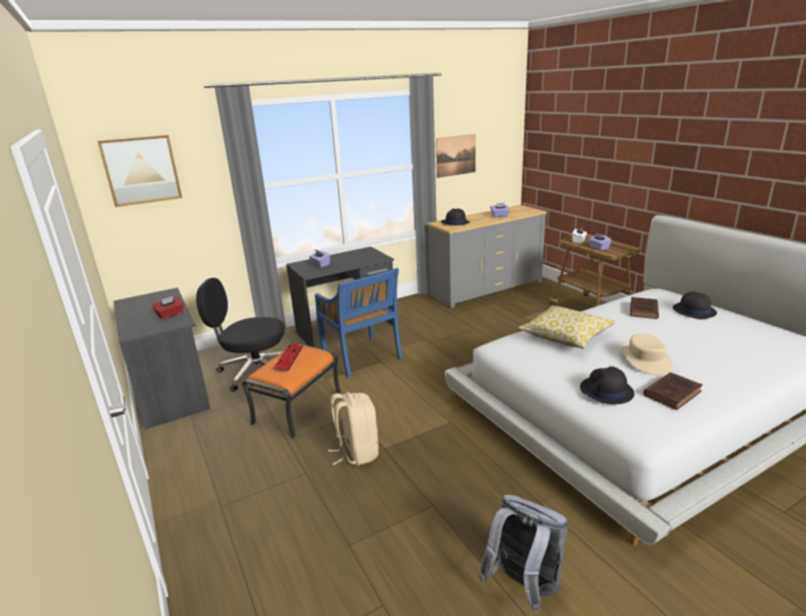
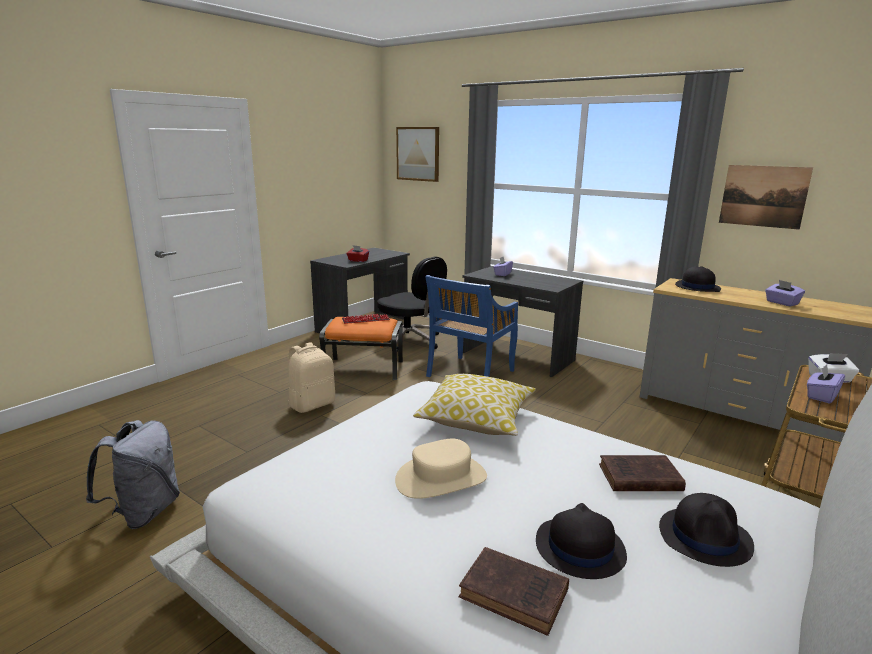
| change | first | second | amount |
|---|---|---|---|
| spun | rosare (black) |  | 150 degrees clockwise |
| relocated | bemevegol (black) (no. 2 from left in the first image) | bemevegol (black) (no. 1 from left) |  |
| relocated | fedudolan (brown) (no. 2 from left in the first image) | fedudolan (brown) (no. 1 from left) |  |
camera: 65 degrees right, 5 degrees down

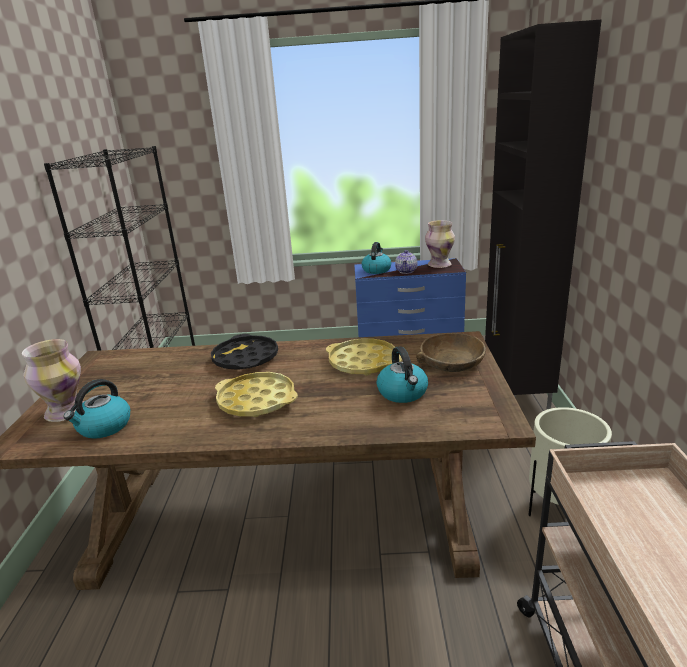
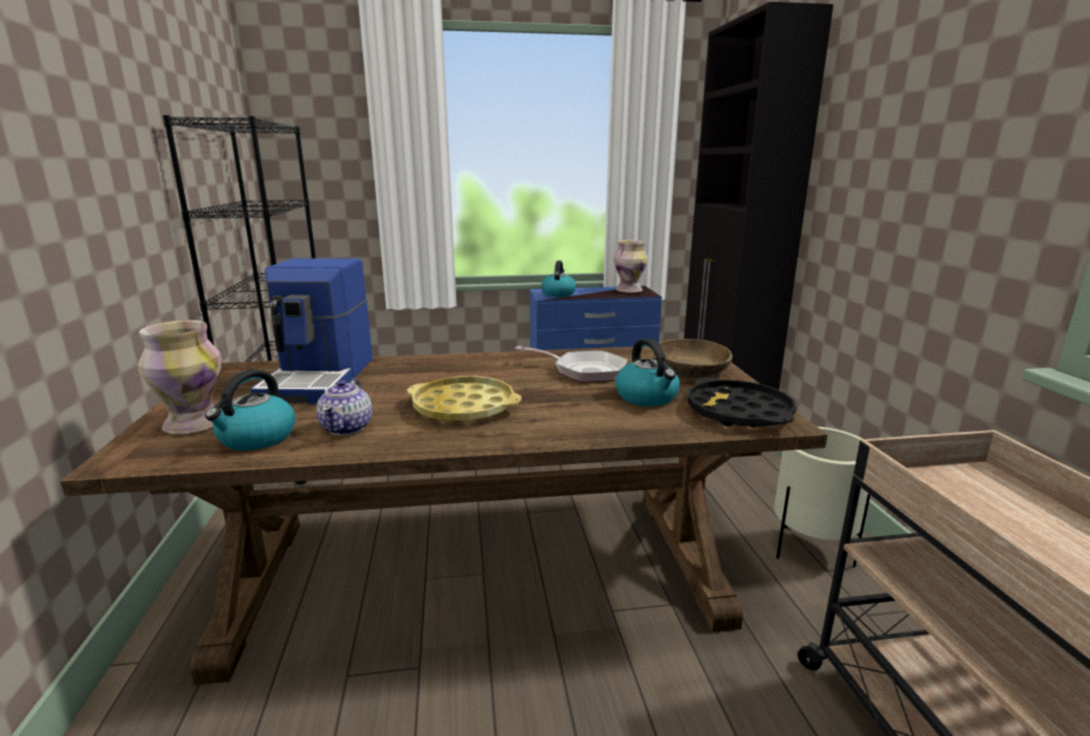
| change | first | second | amount |
|---|---|---|---|
| relocated | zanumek |  |  |
| relocated | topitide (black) |  |  |
| exchanged | topitide (yellow) (no. 2 from left) | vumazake |  |
| appeared |  | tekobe |  |
camera: 10 degrees left, 5 degrees down

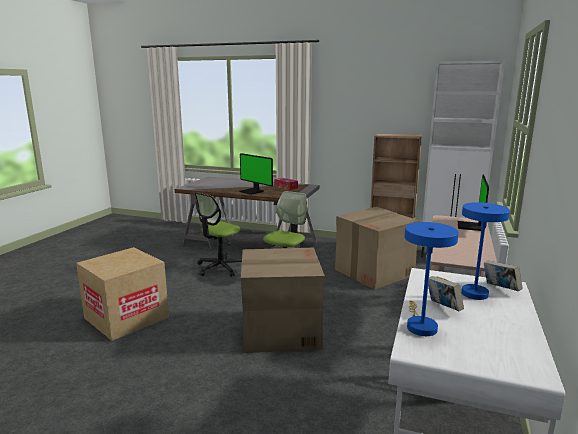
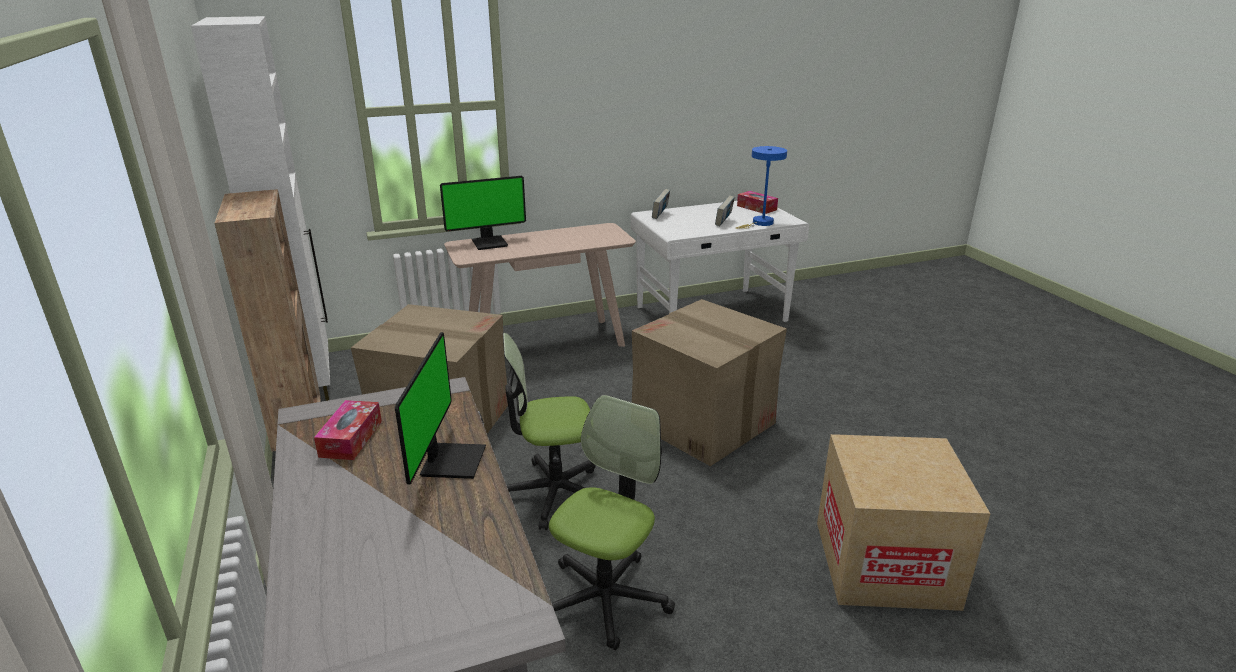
| change | first | second | amount |
|---|---|---|---|
| spun | rosare (no. 1 from left in the first image) | rosare (no. 2 from left) | 60 degrees counterclockwise |
| missing | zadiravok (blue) (no. 2 from left) |  |  |
| appeared |  | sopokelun (no. 2 from left) |  |
camera: 130 degrees left, 10 degrees up

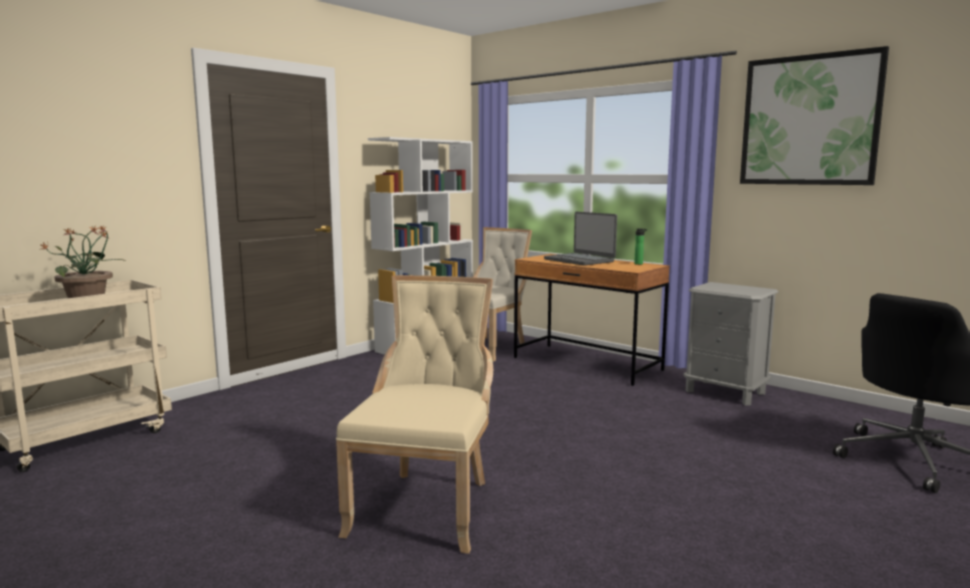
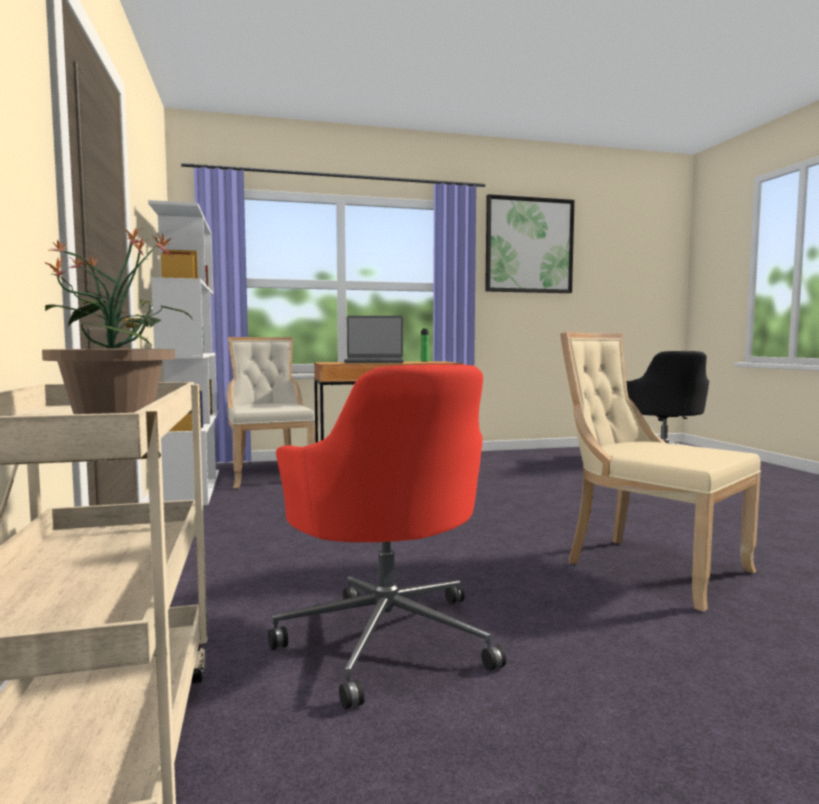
| change | first | second | amount |
|---|---|---|---|
| missing | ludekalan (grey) |  |  |
| appeared |  | rosare (red) |  |
camera: 55 degrees left, 5 degrees down

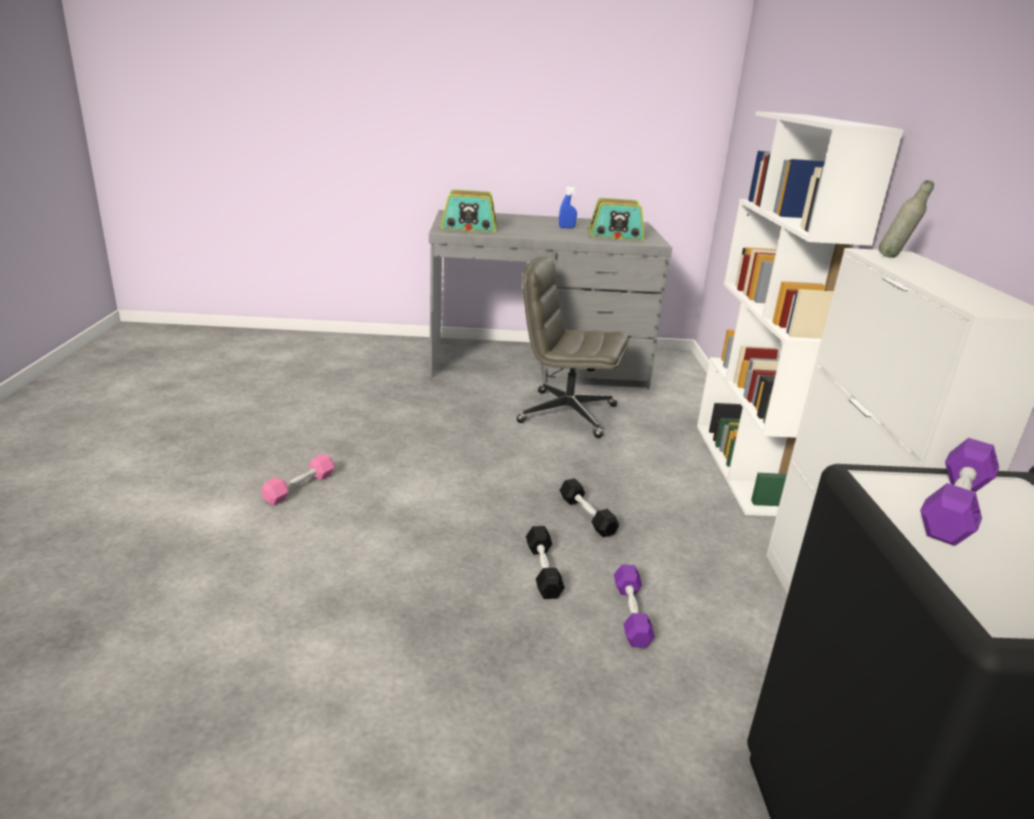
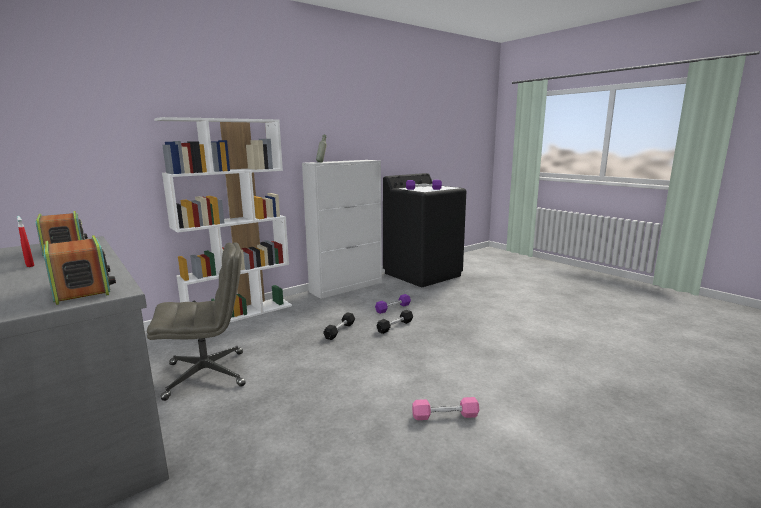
| change | first | second | amount |
|---|---|---|---|
| colour | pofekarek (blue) | pofekarek (red) |  |
| spun | rosare (grey) |  | 90 degrees counterclockwise |
camera: 125 degrees left, 10 degrees down

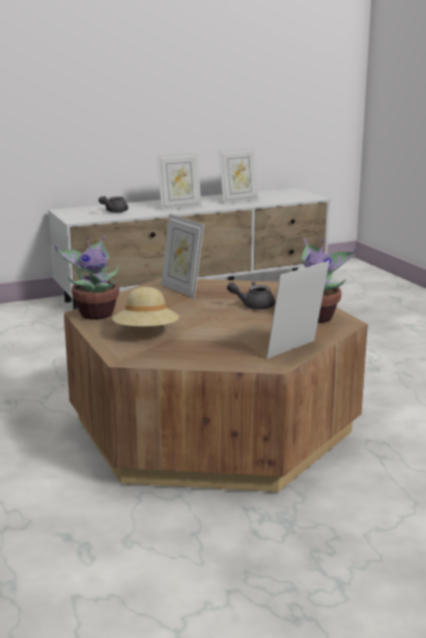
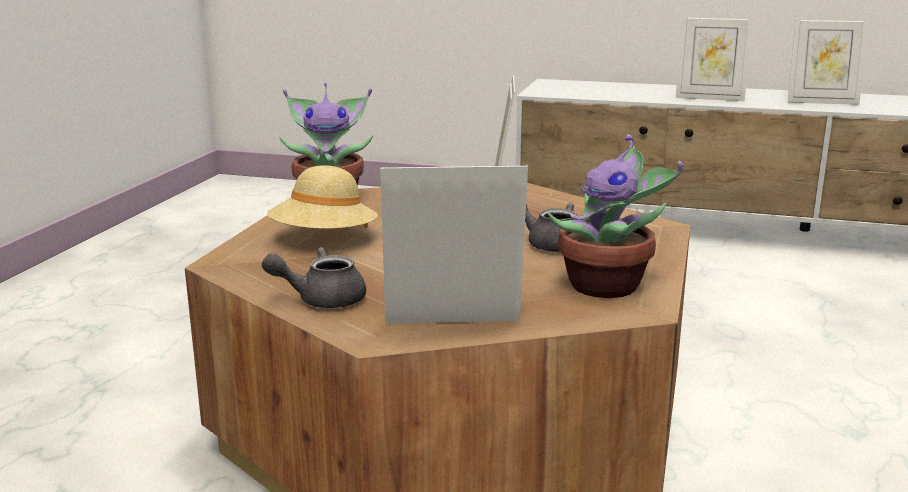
| change | first | second | amount |
|---|---|---|---|
| relocated | zanumek (grey) (no. 1 from left) |  |  |
camera: 40 degrees right, 0 degrees up

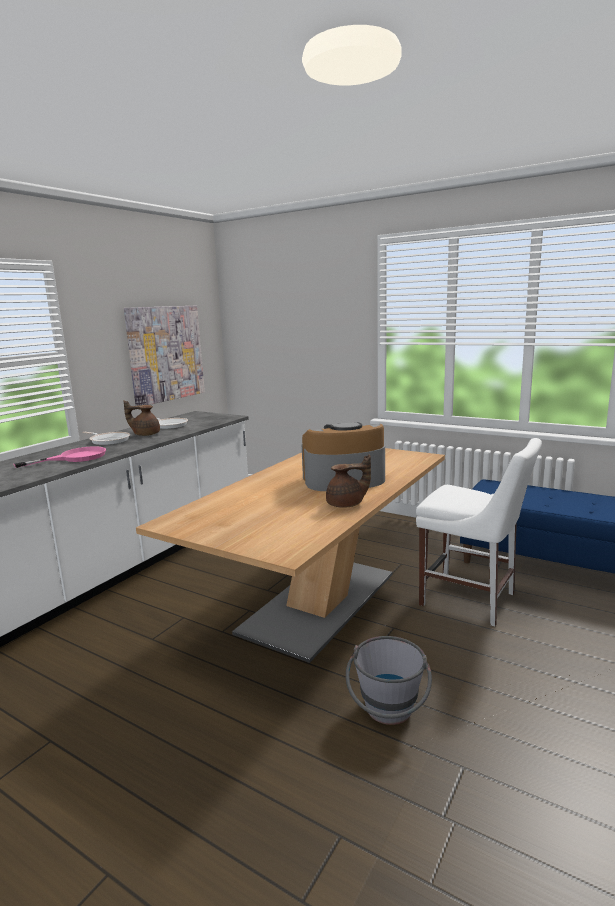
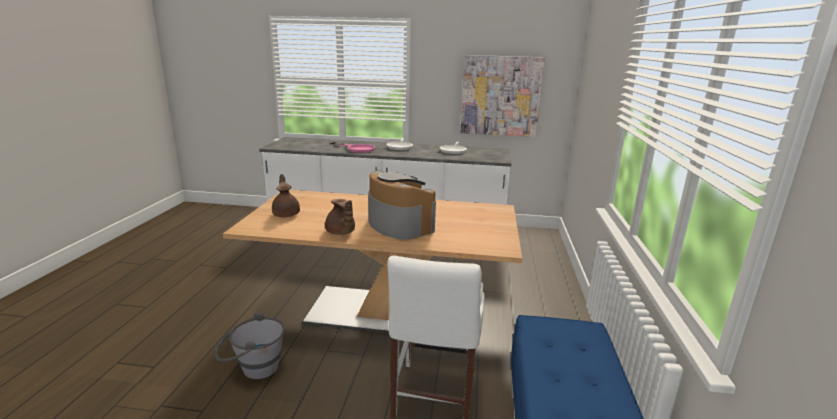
| change | first | second | amount |
|---|---|---|---|
| relocated | zanumek (brown) (no. 1 from left) |  |  |
camera: 65 degrees right, 5 degrees up

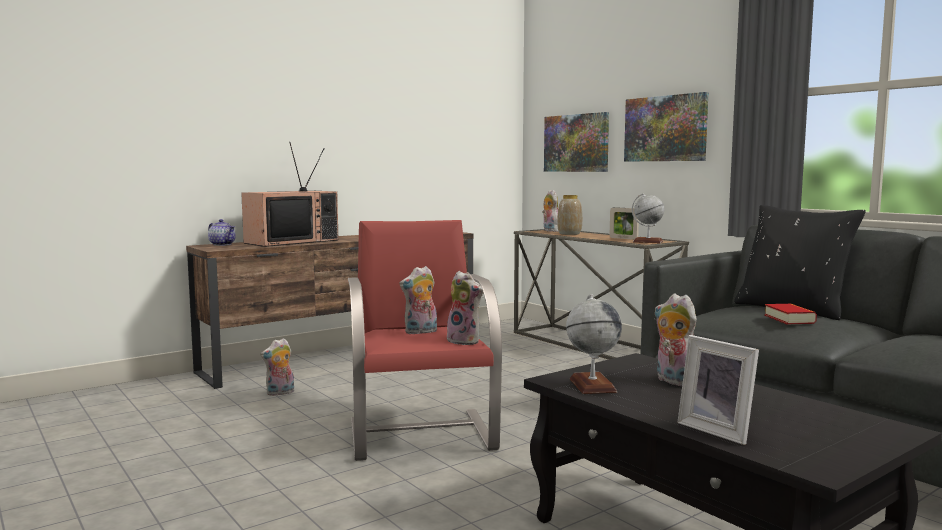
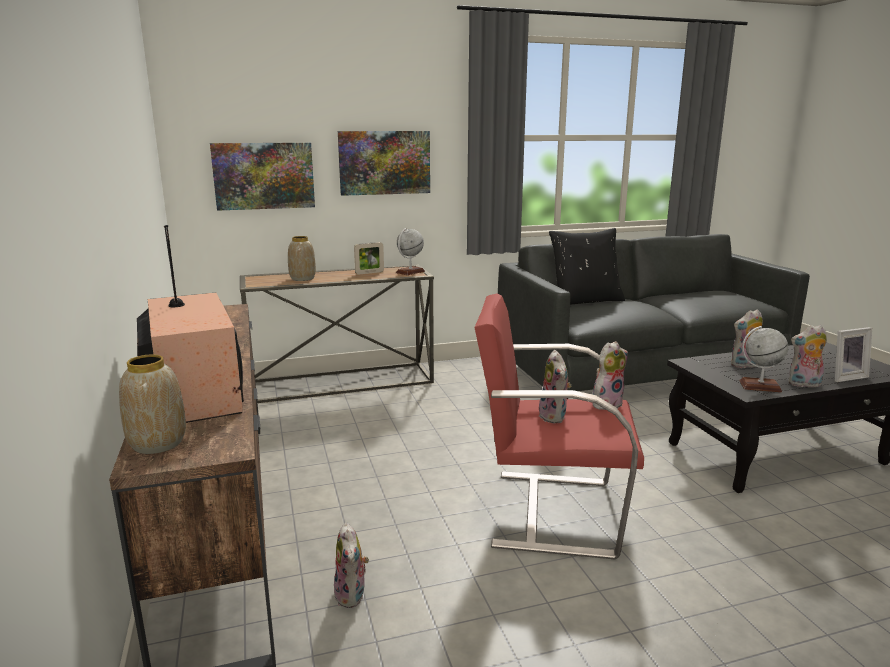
| change | first | second | amount |
|---|---|---|---|
| relocated | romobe (no. 4 from left in the first image) | romobe (no. 5 from left) |  |
| exchanged | zanumek | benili (no. 1 from left) |  |
| missing | fedudolan |  |  |
camera: 70 degrees left, 10 degrees up

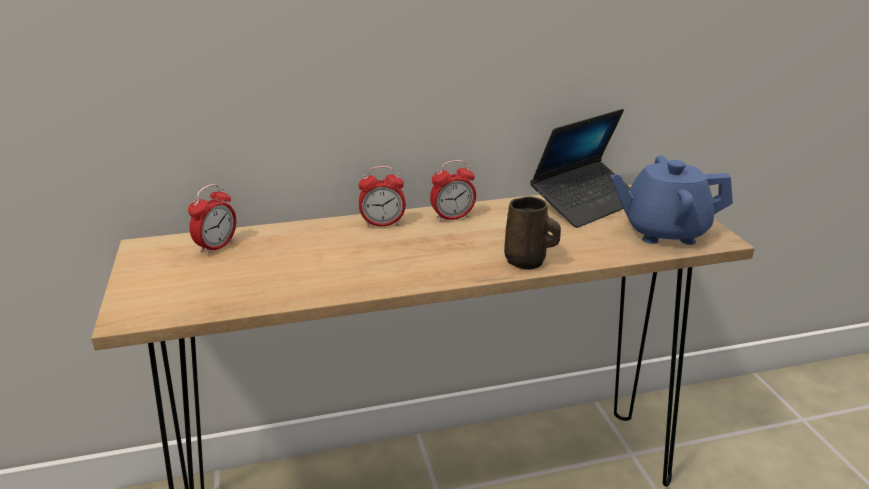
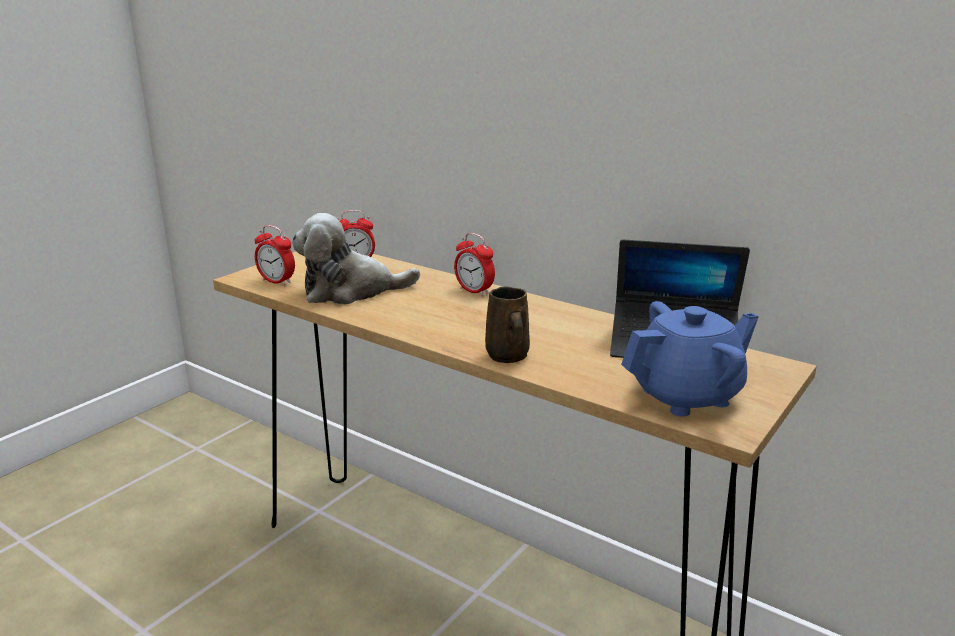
| change | first | second | amount |
|---|---|---|---|
| spun | zanumek (blue) |  | 105 degrees clockwise |
| relocated | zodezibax (no. 3 from left in the first image) | zodezibax (no. 1 from left) |  |
| appeared |  | romobe |  |
camera: 50 degrees right, 5 degrees down

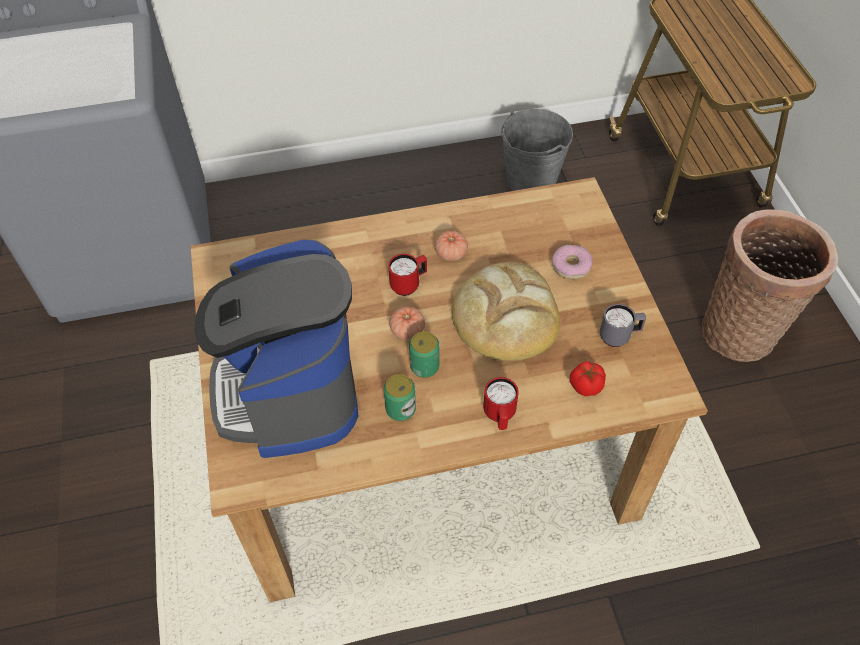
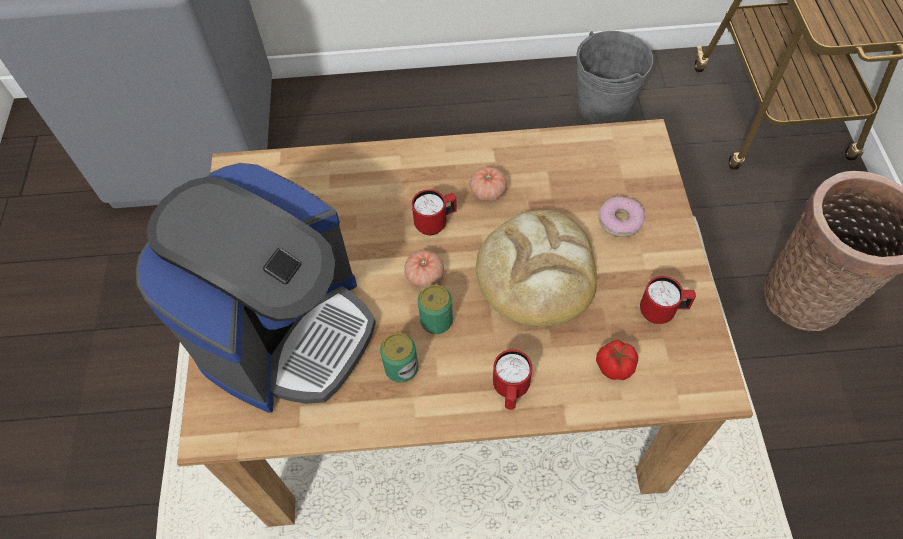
| change | first | second | amount |
|---|---|---|---|
| spun | tekobe |  | 150 degrees counterclockwise |
| colour | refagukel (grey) | refagukel (red) (no. 3 from left) |  |
camera: 10 degrees right, 5 degrees up

